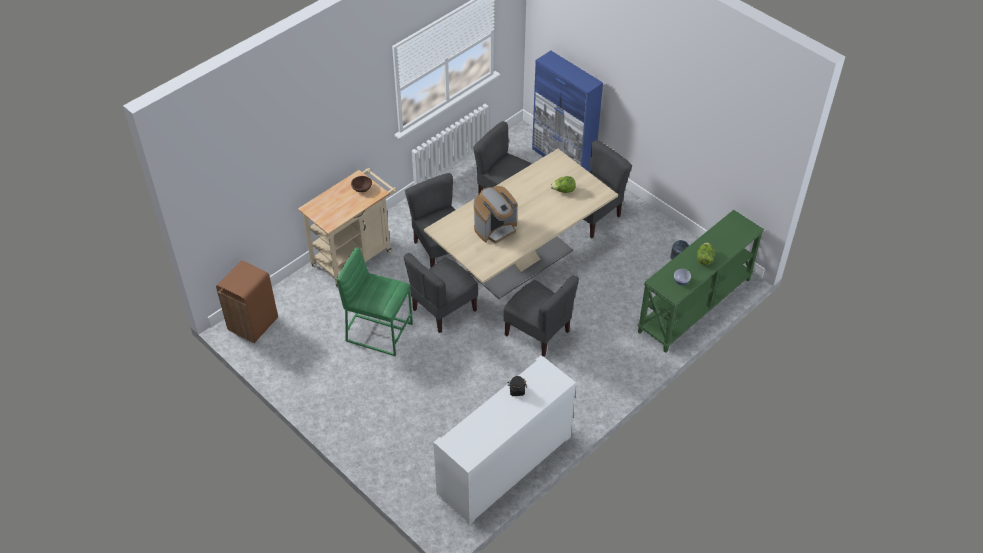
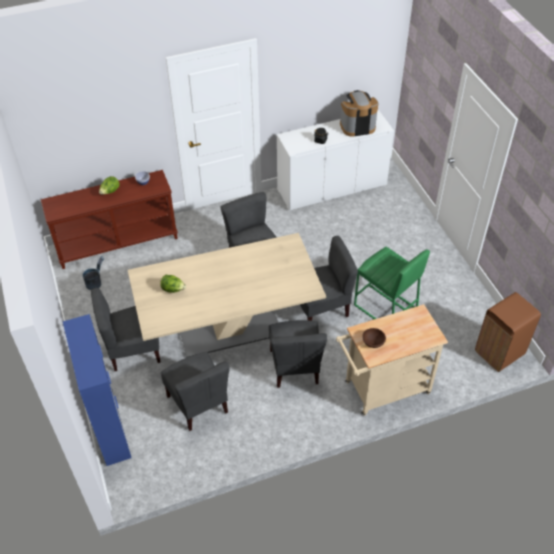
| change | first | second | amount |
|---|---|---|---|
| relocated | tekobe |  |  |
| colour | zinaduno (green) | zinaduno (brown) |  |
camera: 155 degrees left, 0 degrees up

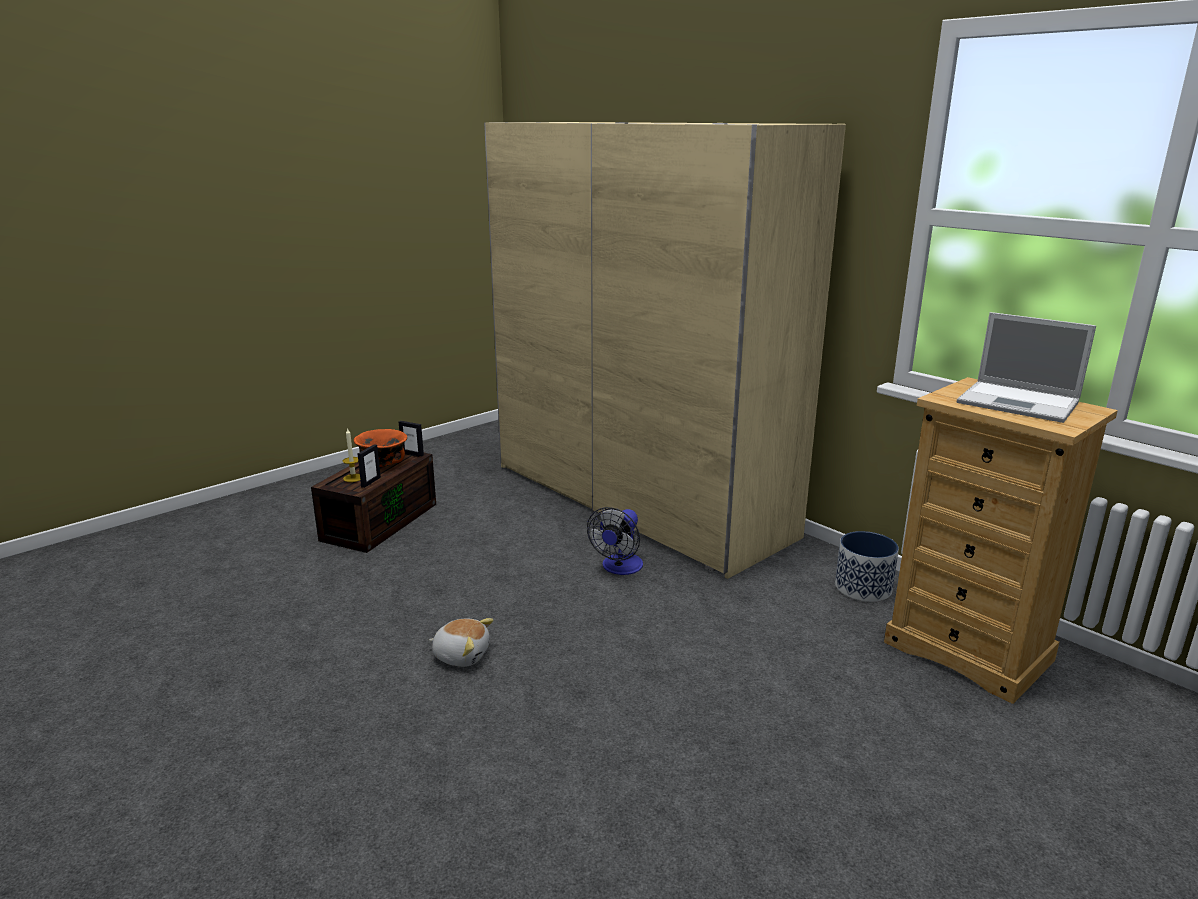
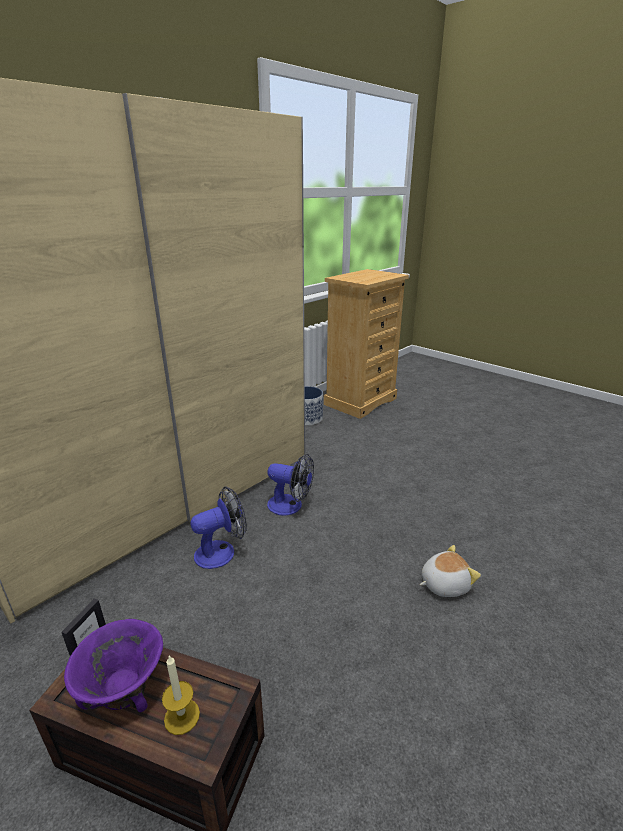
| change | first | second | amount |
|---|---|---|---|
| missing | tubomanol |  |  |
| colour | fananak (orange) | fananak (purple) |  |
| missing | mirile (no. 1 from left) |  |  |
| spun | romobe |  | 60 degrees clockwise |
| appeared |  | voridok (no. 1 from left) |  |
camera: 95 degrees left, 5 degrees up

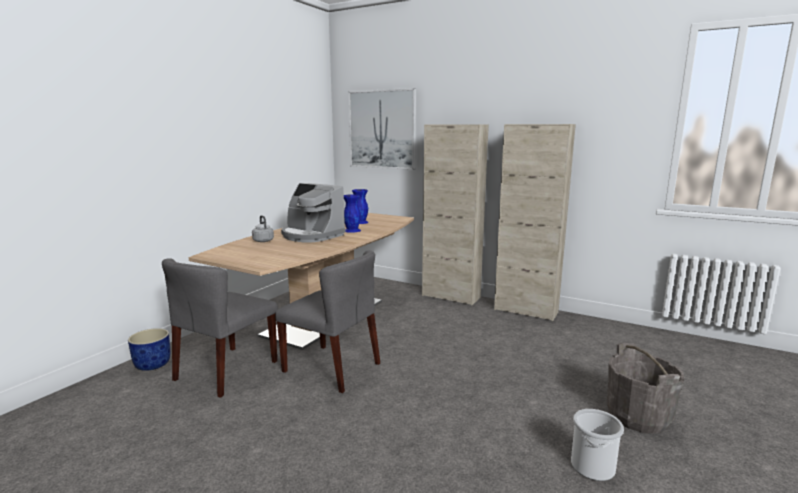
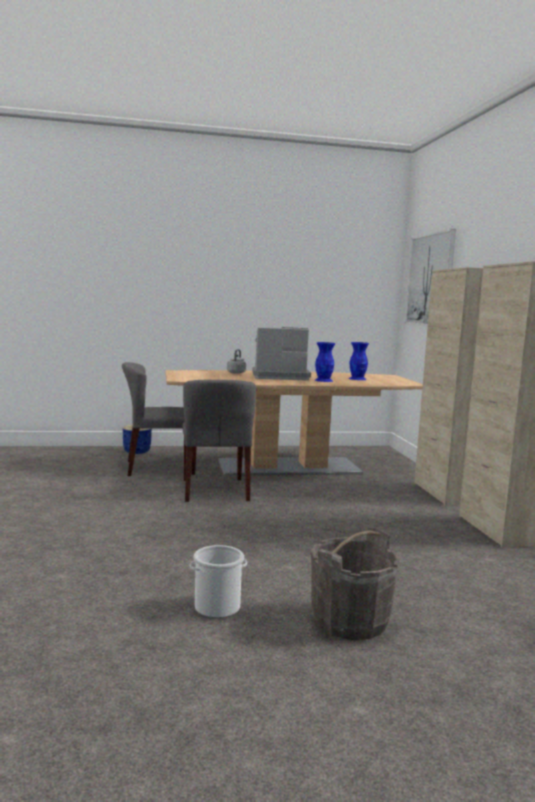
| change | first | second | amount |
|---|---|---|---|
| spun | tekobe |  | 90 degrees clockwise |
camera: 50 degrees right, 5 degrees down

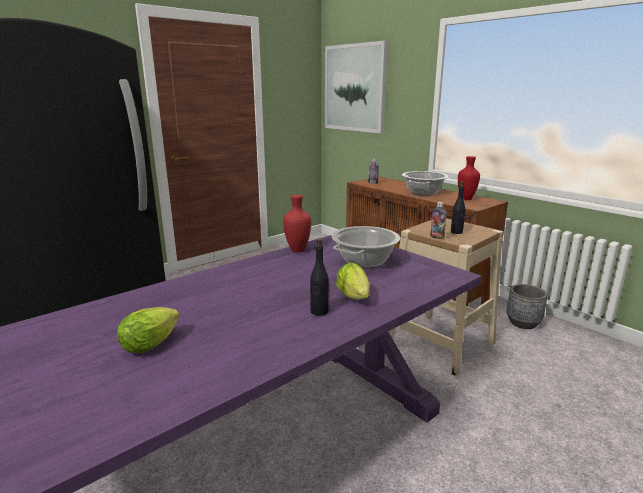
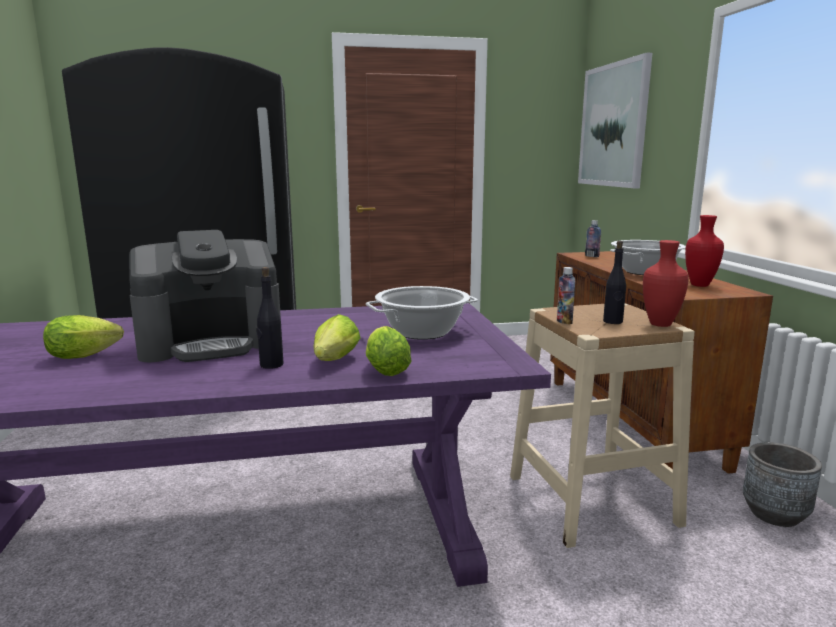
| change | first | second | amount |
|---|---|---|---|
| relocated | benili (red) (no. 1 from left) |  |  |
| appeared |  | tekobe |  |
| appeared |  | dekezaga (no. 3 from left) |  |
camera: 30 degrees right, 5 degrees down

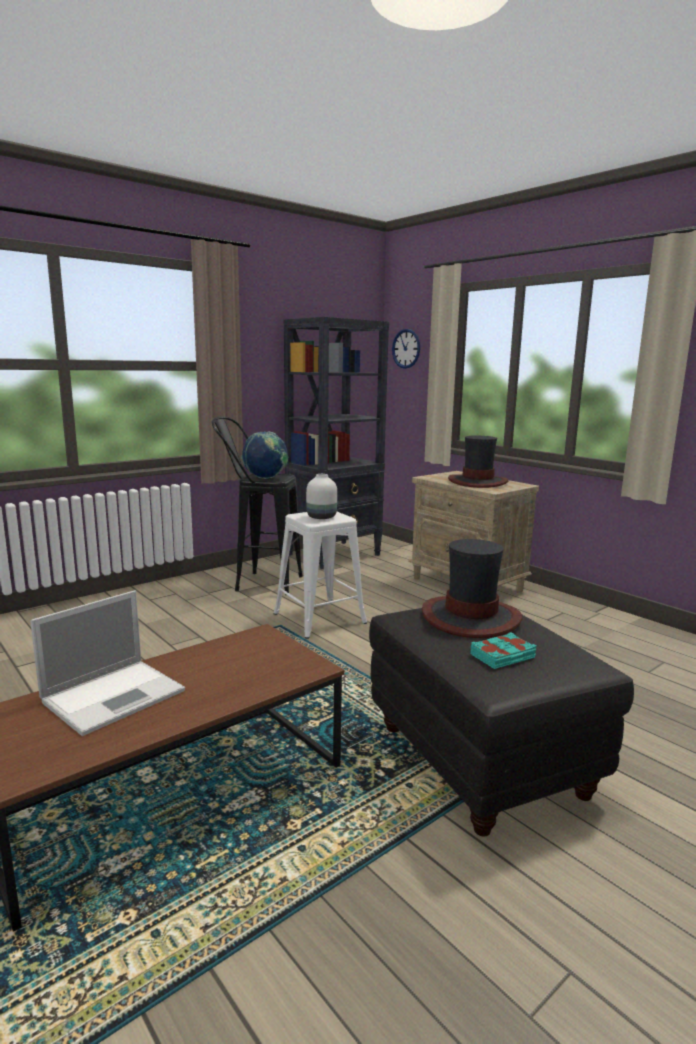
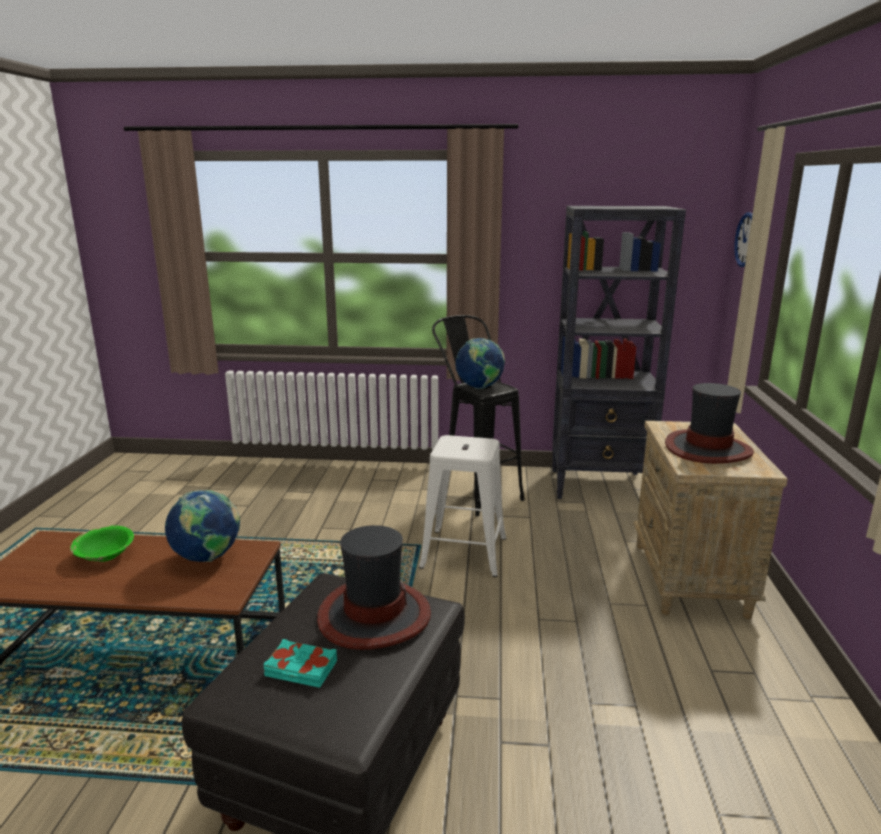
| change | first | second | amount |
|---|---|---|---|
| missing | benili (white) |  |  |
| exchanged | tubomanol | fananak (green) |  |
| appeared |  | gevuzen (no. 1 from left) |  |
camera: 45 degrees right, 5 degrees up

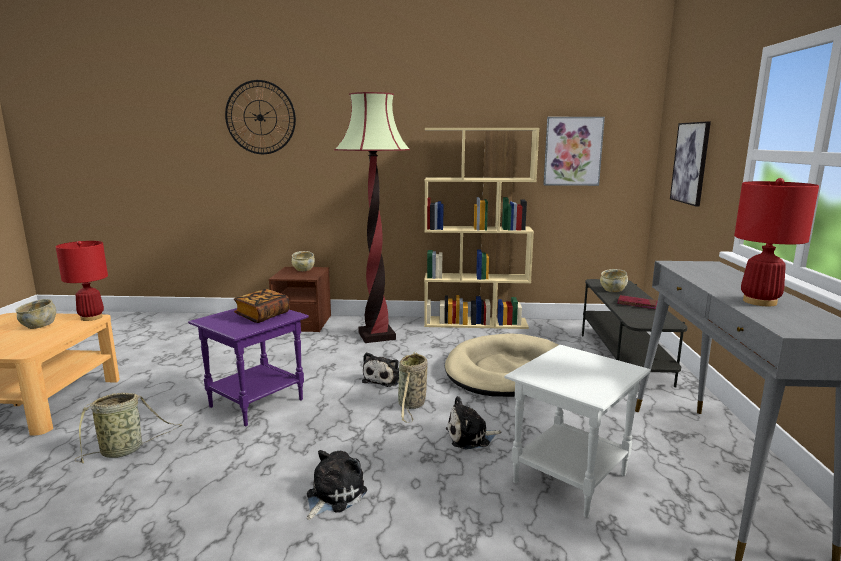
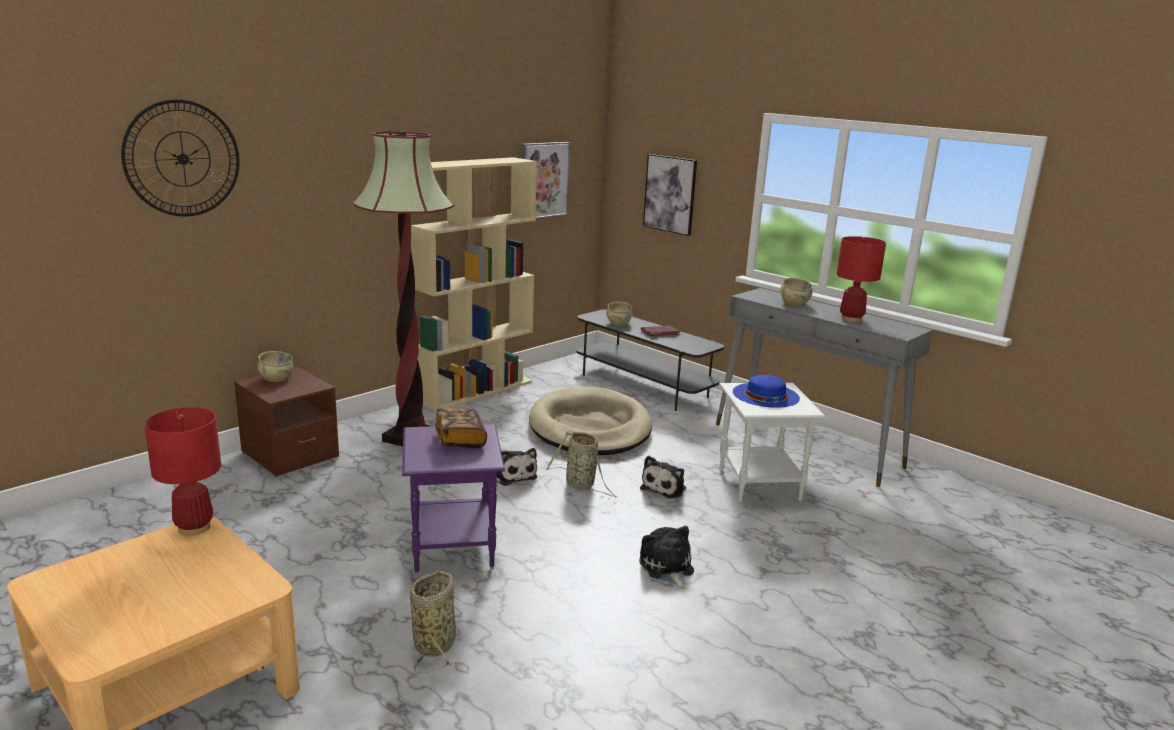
| change | first | second | amount |
|---|---|---|---|
| relocated | fananak (beige) (no. 1 from left in the first image) | fananak (beige) (no. 3 from left) |  |
| appeared |  | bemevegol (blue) |  |
camera: 50 degrees left, 5 degrees up

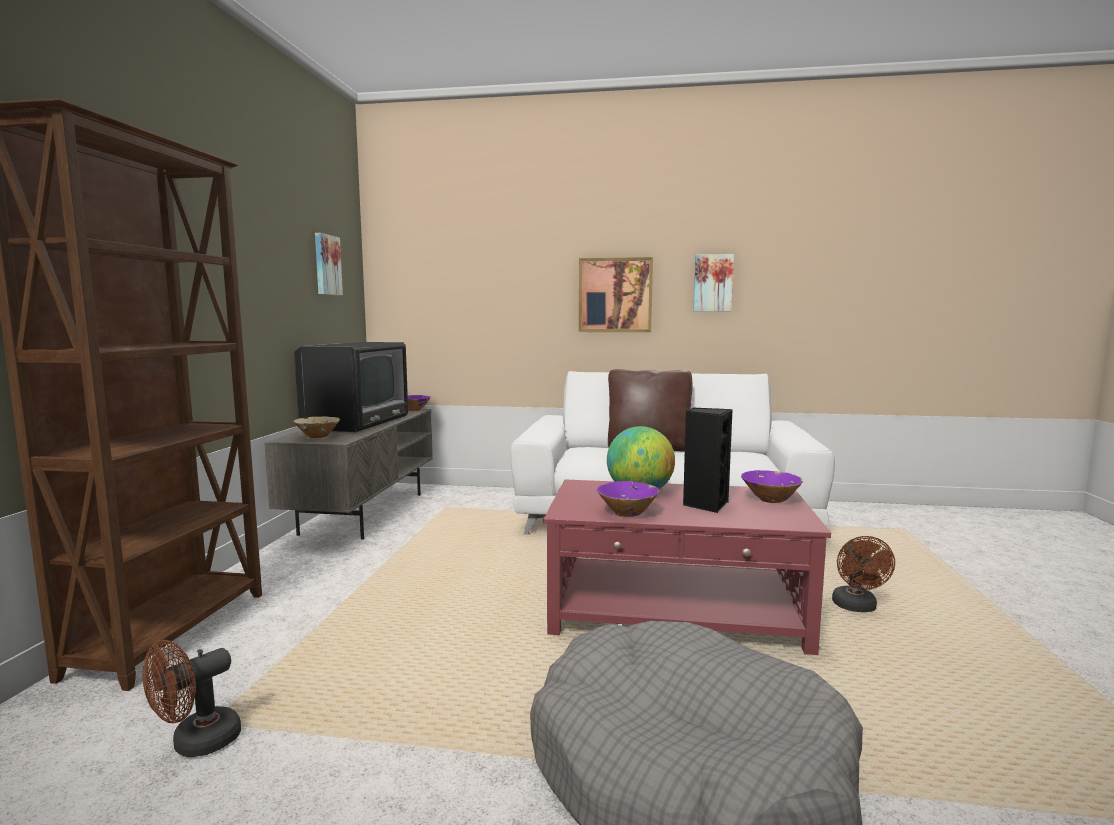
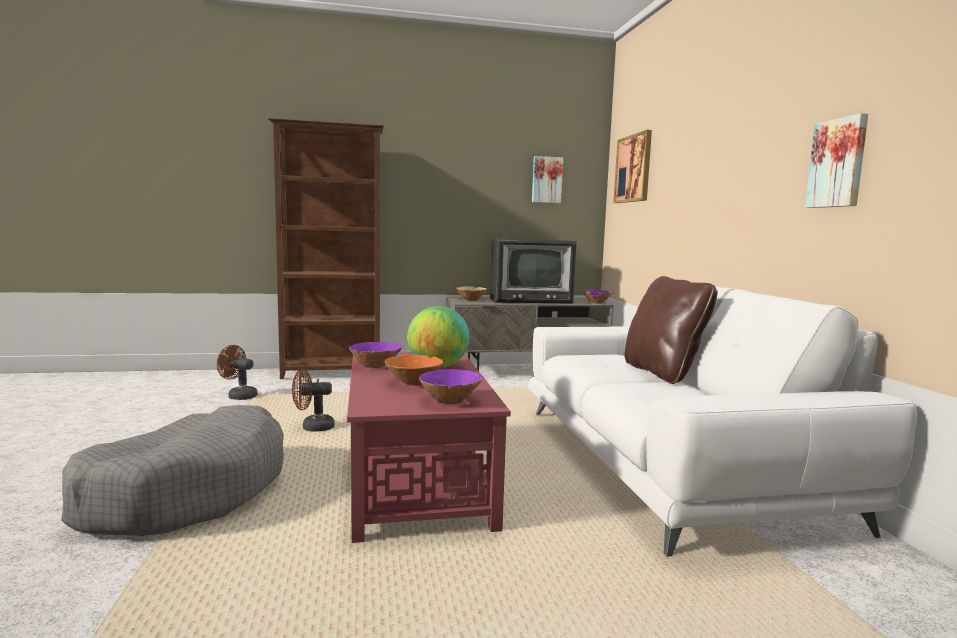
| change | first | second | amount |
|---|---|---|---|
| relocated | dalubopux (no. 2 from left) |  |  |
| exchanged | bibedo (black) | fananak (orange) |  |
| relocated | voridok (brown) (no. 2 from left) |  |  |
camera: 70 degrees right, 0 degrees up

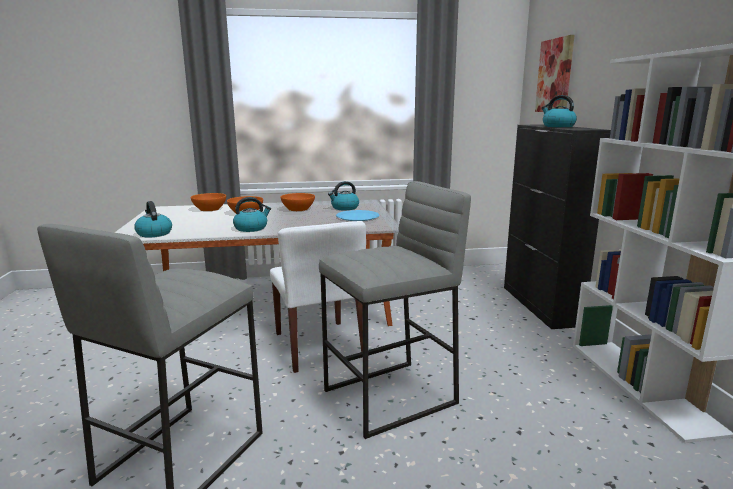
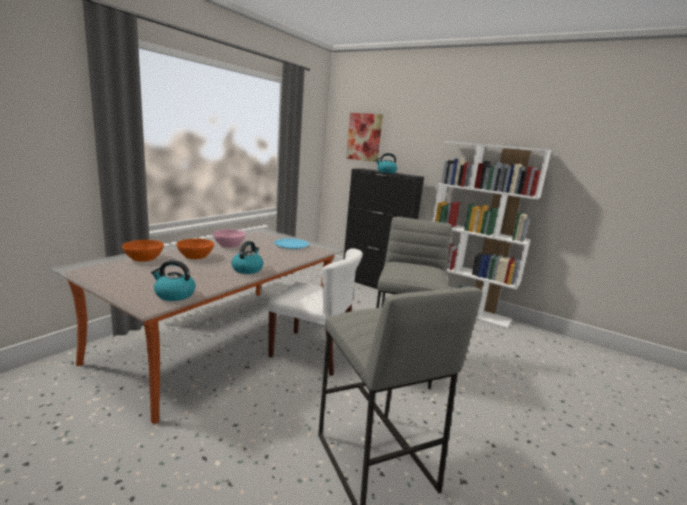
| change | first | second | amount |
|---|---|---|---|
| missing | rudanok (no. 3 from left) |  |  |
| colour | fananak (orange) (no. 3 from left) | fananak (pink) |  |
camera: 50 degrees left, 0 degrees up

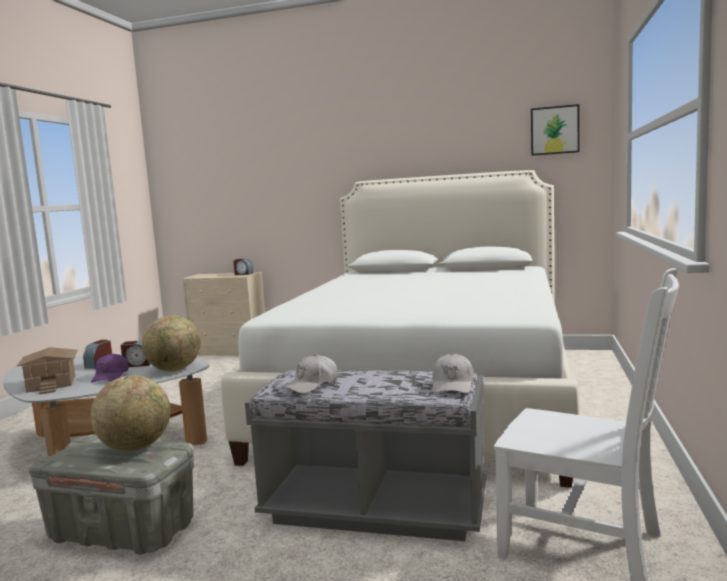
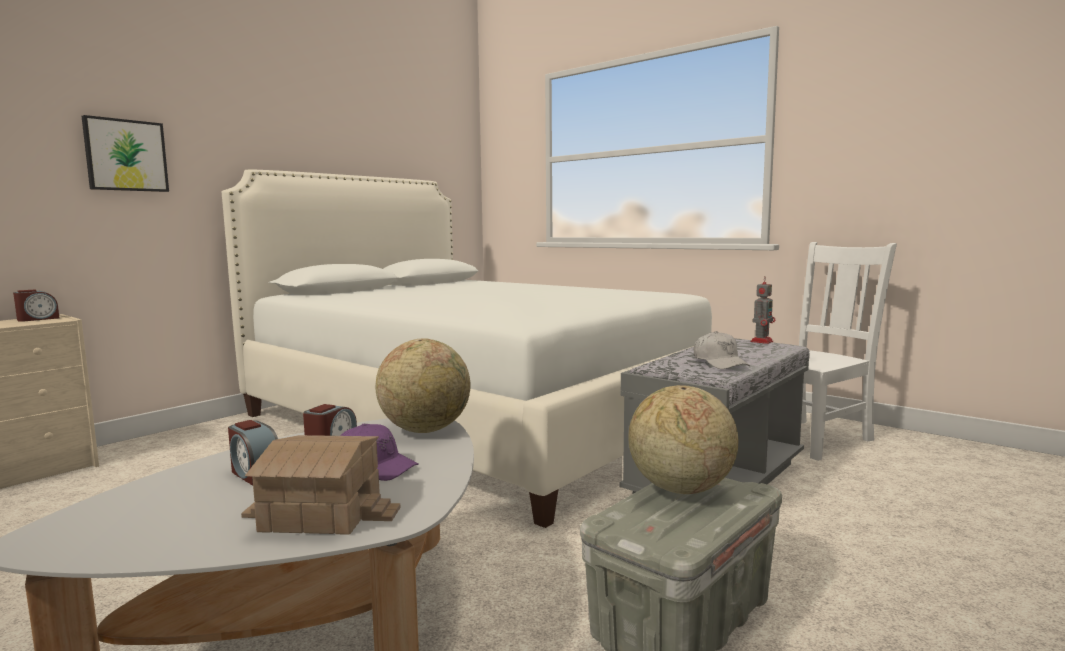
| change | first | second | amount |
|---|---|---|---|
| relocated | dalubopux |  |  |
| exchanged | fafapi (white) (no. 2 from left) | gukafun |  |
camera: 65 degrees left, 0 degrees up

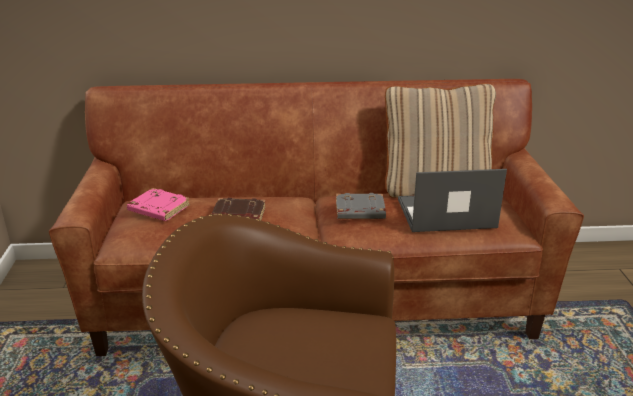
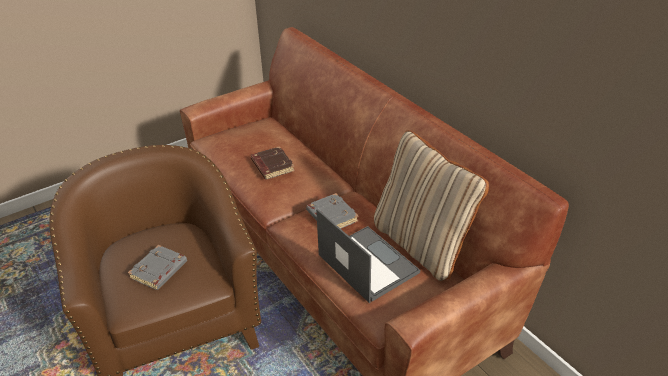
| change | first | second | amount |
|---|---|---|---|
| missing | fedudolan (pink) |  |  |
| appeared |  | fedudolan (grey) (no. 1 from left) |  |
camera: 60 degrees right, 10 degrees up

